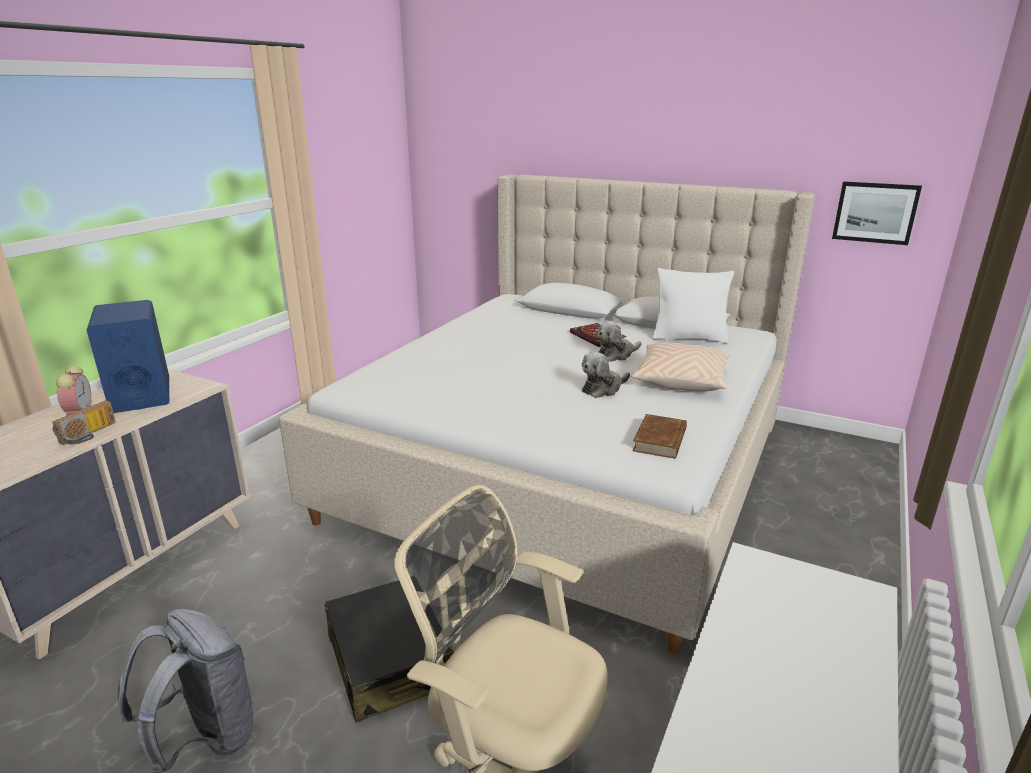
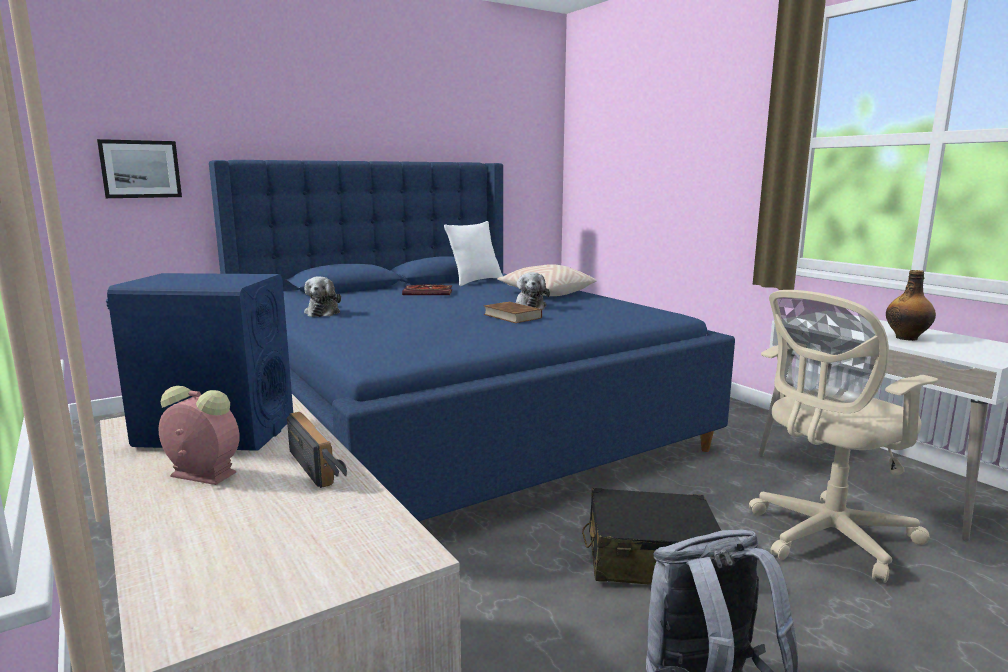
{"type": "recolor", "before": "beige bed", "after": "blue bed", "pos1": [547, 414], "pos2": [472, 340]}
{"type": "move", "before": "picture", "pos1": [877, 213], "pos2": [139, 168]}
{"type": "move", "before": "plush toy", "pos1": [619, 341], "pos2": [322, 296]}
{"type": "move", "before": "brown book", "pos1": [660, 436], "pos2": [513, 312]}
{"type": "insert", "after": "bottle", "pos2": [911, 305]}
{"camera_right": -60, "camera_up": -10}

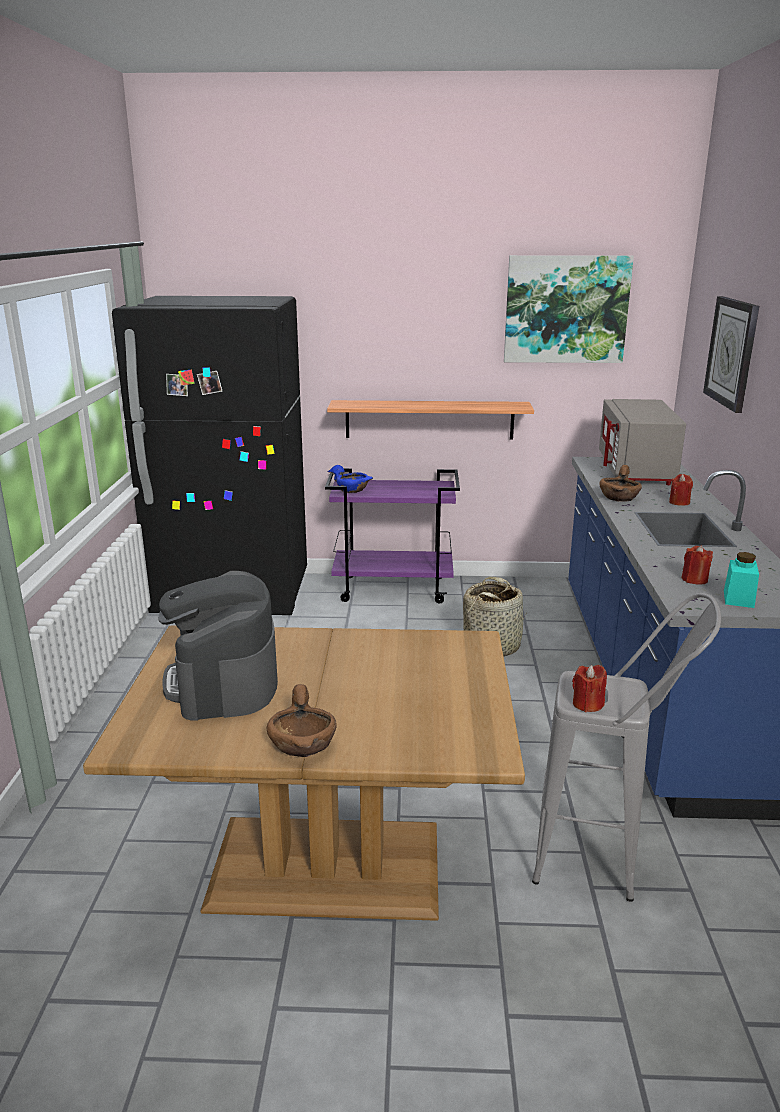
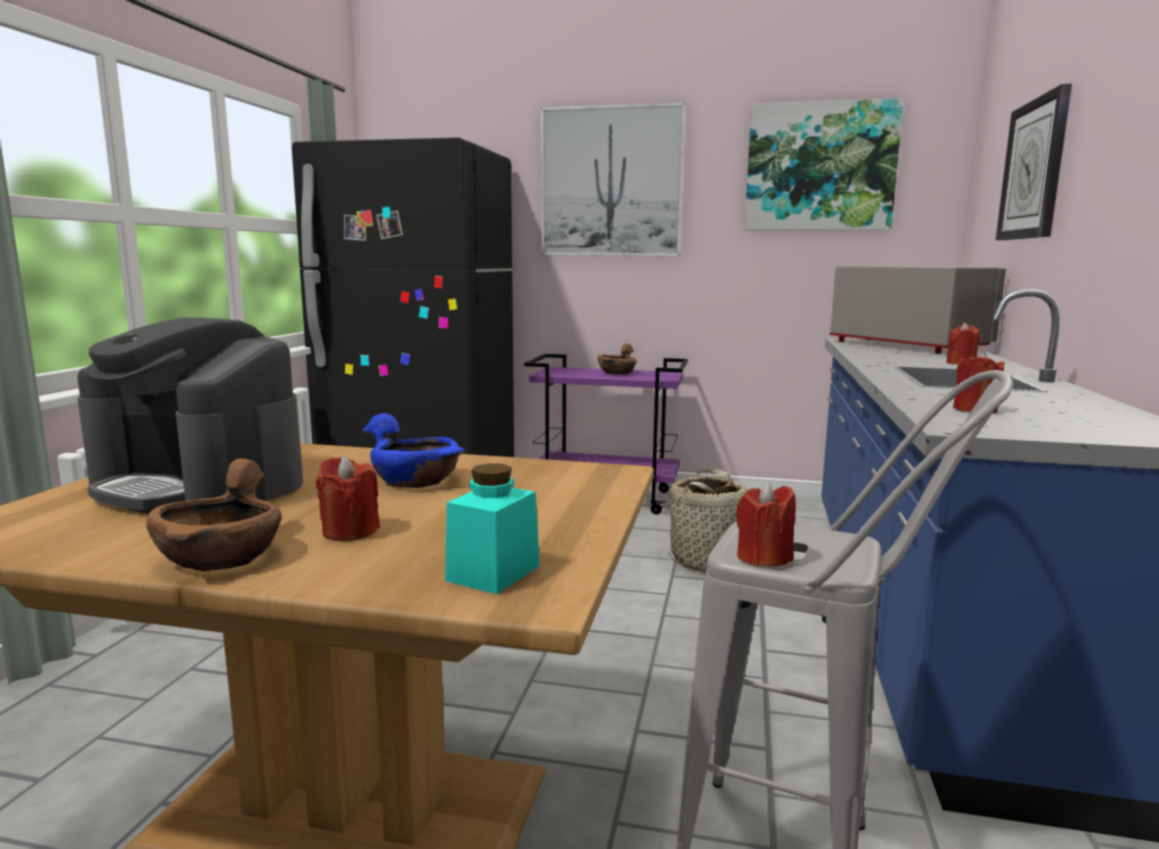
{"type": "rotate", "before": "grey microwave", "pos1": [642, 442], "pos2": [918, 310], "turn": 135}
{"type": "delete", "before": "shelf", "pos1": [430, 420]}
{"type": "move", "before": "blue bowl", "pos1": [350, 479], "pos2": [413, 450]}
{"type": "move", "before": "brown bowl", "pos1": [620, 483], "pos2": [617, 359]}
{"type": "move", "before": "turquoise jar", "pos1": [741, 580], "pos2": [492, 528]}
{"type": "rotate", "before": "coffee machine", "pos1": [218, 646], "pos2": [190, 415], "turn": -60}
{"type": "insert", "after": "picture", "pos2": [613, 179]}
{"type": "insert", "after": "red candle", "pos2": [348, 498]}
{"camera_right": 10, "camera_up": -10}

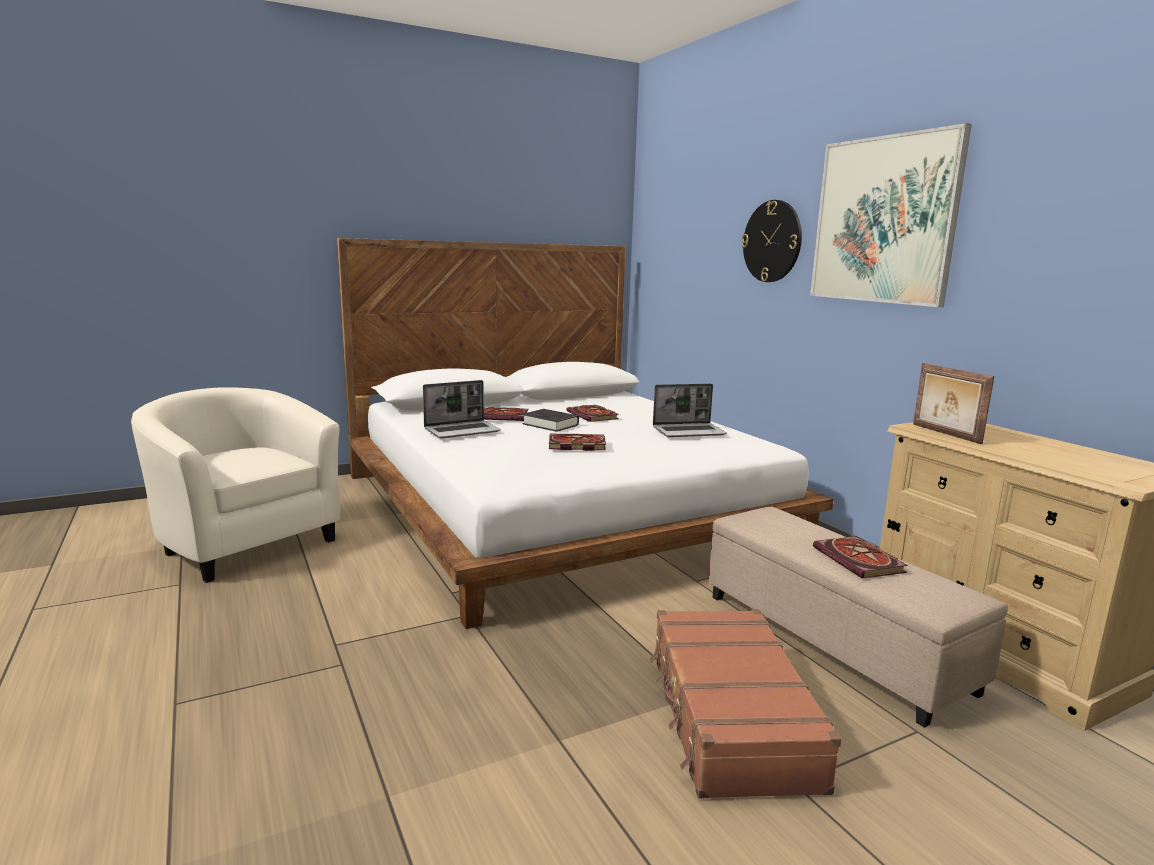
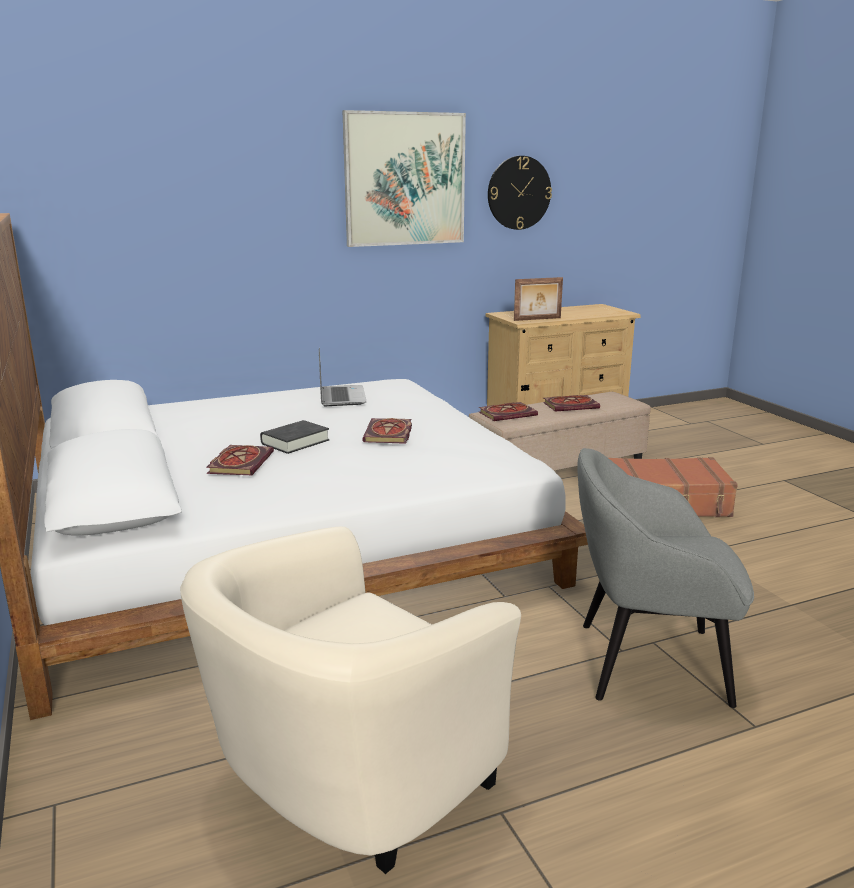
{"type": "move", "before": "wall clock", "pos1": [771, 241], "pos2": [520, 193]}
{"type": "delete", "before": "laptop", "pos1": [462, 409]}
{"type": "move", "before": "book", "pos1": [593, 413], "pos2": [508, 411]}
{"type": "insert", "after": "grey armchair", "pos2": [665, 578]}
{"camera_right": -85, "camera_up": 5}

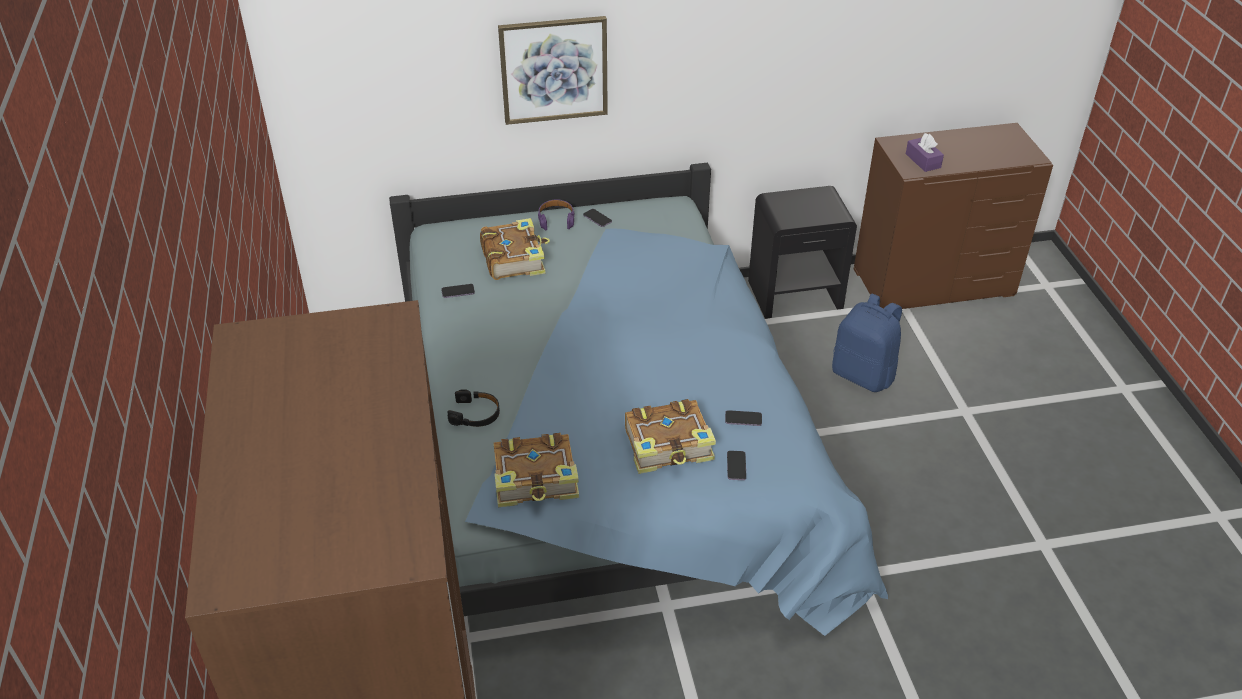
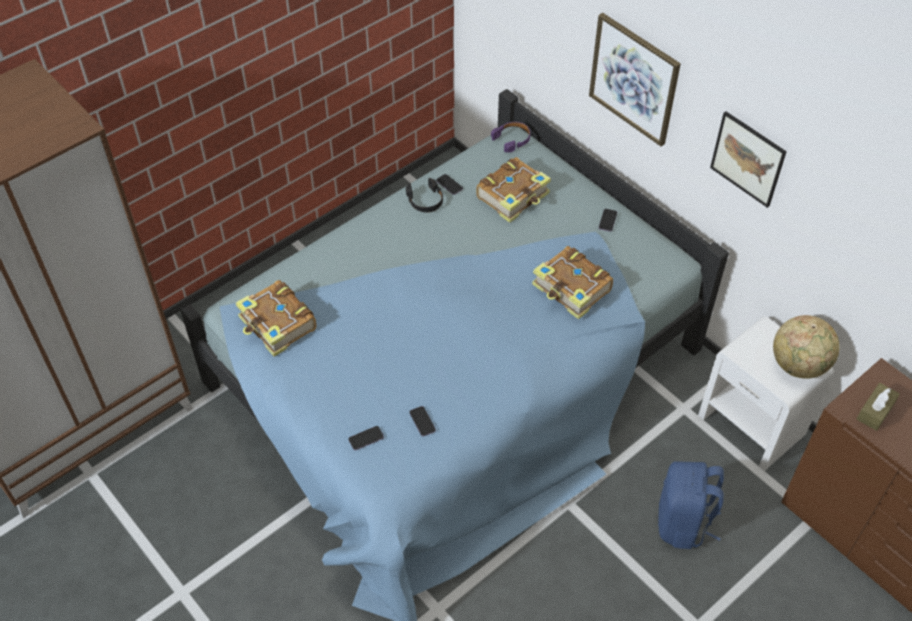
{"type": "recolor", "before": "purple tissue box", "after": "brown tissue box", "pos1": [925, 152], "pos2": [878, 407]}
{"type": "recolor", "before": "black nightstand", "after": "white nightstand", "pos1": [802, 252], "pos2": [766, 394]}
{"type": "move", "before": "purple headphones", "pos1": [556, 214], "pos2": [510, 137]}
{"type": "move", "before": "black headphones", "pos1": [474, 408], "pos2": [424, 195]}
{"type": "move", "before": "book", "pos1": [670, 436], "pos2": [572, 283]}
{"type": "insert", "after": "picture", "pos2": [748, 159]}
{"type": "insert", "after": "globe", "pos2": [806, 347]}
{"camera_right": 60, "camera_up": 10}

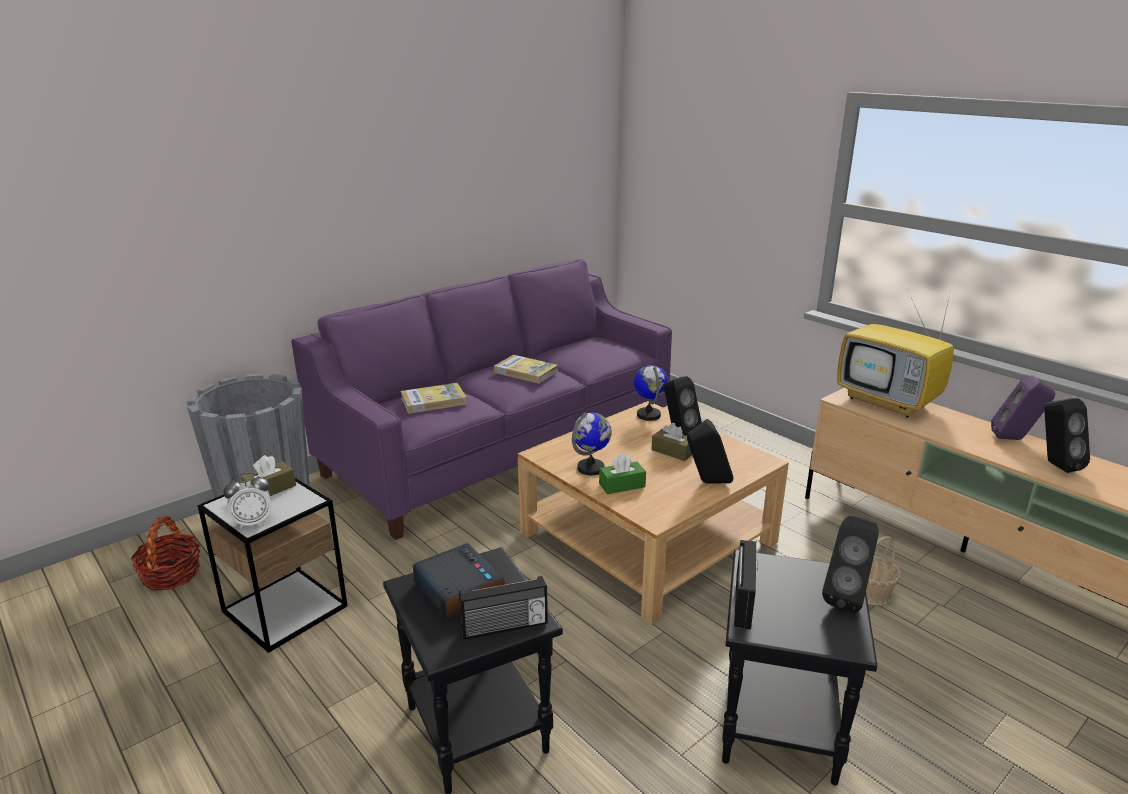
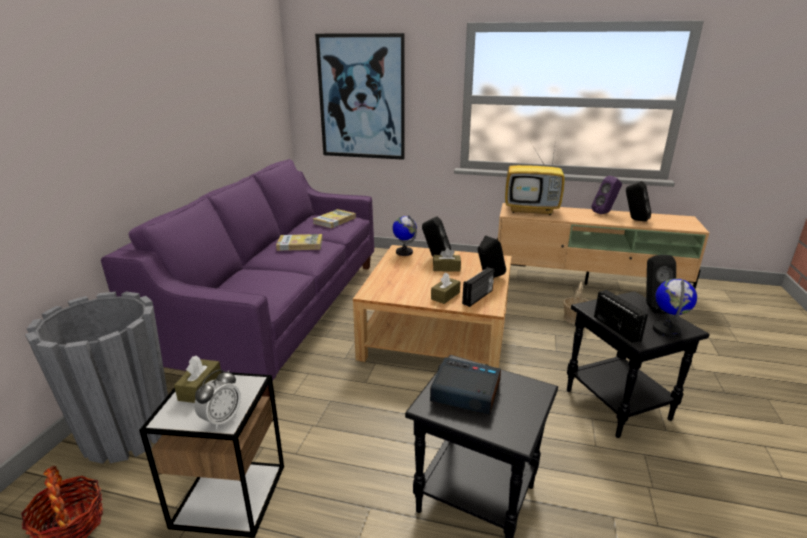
{"type": "move", "before": "book", "pos1": [434, 398], "pos2": [334, 218]}
{"type": "move", "before": "globe", "pos1": [592, 443], "pos2": [675, 307]}
{"type": "recolor", "before": "green tissue box", "after": "brown tissue box", "pos1": [622, 473], "pos2": [446, 288]}
{"type": "move", "before": "radio", "pos1": [503, 608], "pos2": [478, 287]}
{"type": "insert", "after": "picture", "pos2": [360, 96]}
{"camera_right": -35, "camera_up": 0}

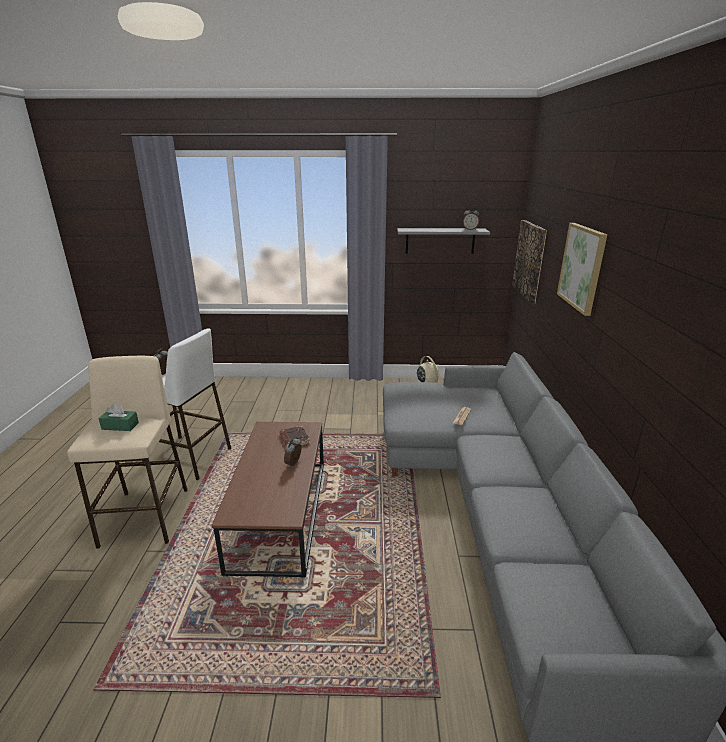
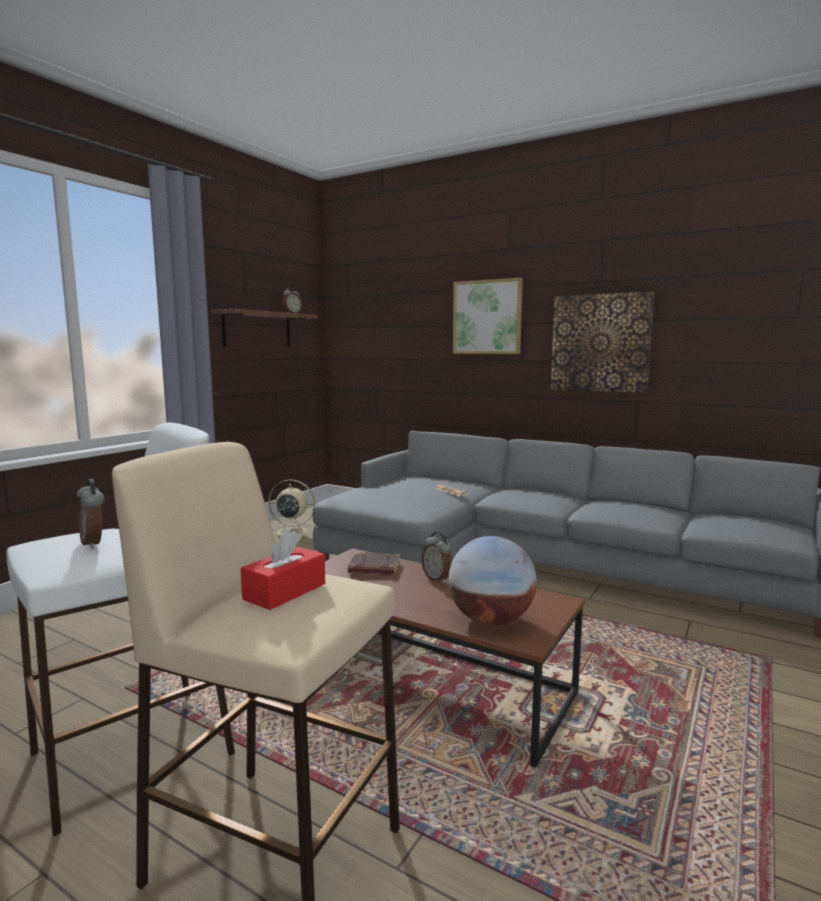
{"type": "move", "before": "picture", "pos1": [529, 261], "pos2": [603, 342]}
{"type": "recolor", "before": "grey shelf", "after": "brown shelf", "pos1": [443, 241], "pos2": [264, 328]}
{"type": "recolor", "before": "green tissue box", "after": "red tissue box", "pos1": [118, 417], "pos2": [283, 570]}
{"type": "insert", "after": "globe", "pos2": [492, 580]}
{"camera_right": -60, "camera_up": -15}

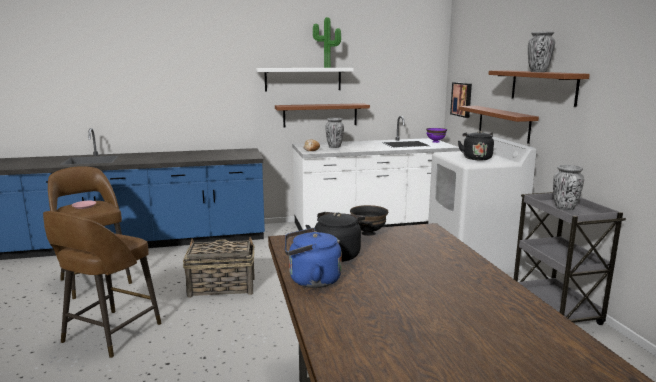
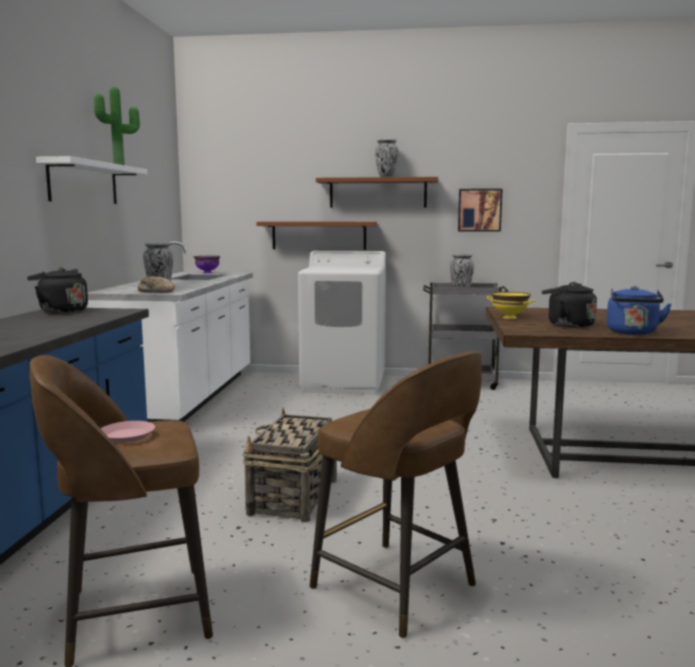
{"type": "move", "before": "picture", "pos1": [461, 100], "pos2": [480, 210]}
{"type": "delete", "before": "brown shelf", "pos1": [322, 115]}
{"type": "move", "before": "black kettle", "pos1": [476, 145], "pos2": [57, 290]}
{"type": "recolor", "before": "black bowl", "after": "yellow bowl", "pos1": [369, 220], "pos2": [511, 305]}
{"camera_right": -70, "camera_up": -5}

